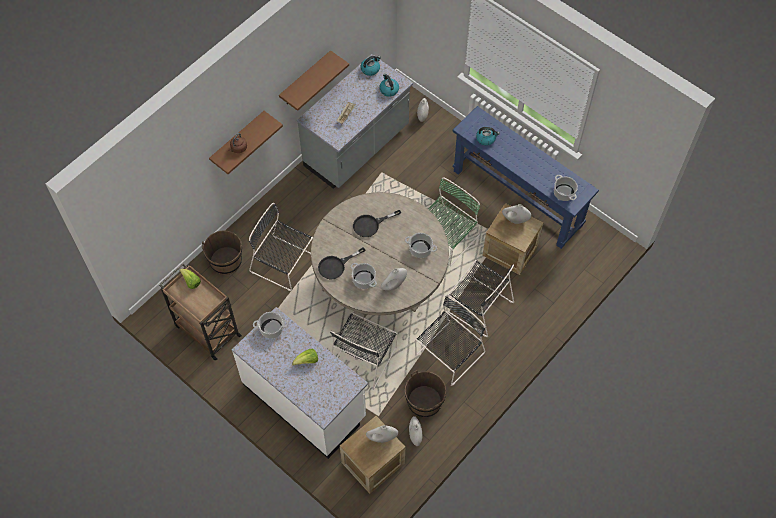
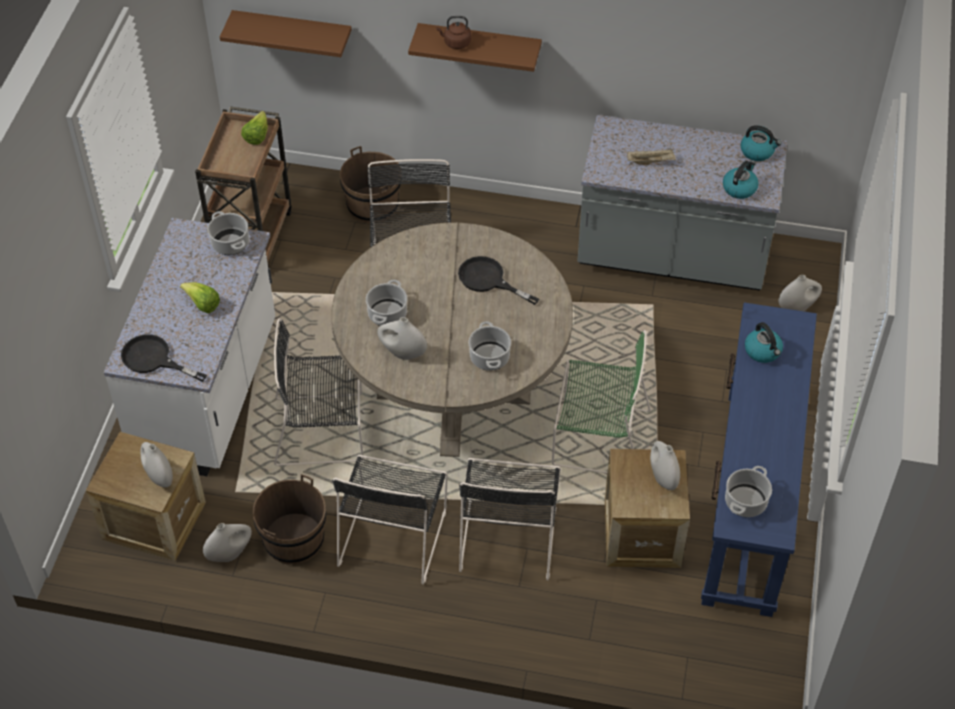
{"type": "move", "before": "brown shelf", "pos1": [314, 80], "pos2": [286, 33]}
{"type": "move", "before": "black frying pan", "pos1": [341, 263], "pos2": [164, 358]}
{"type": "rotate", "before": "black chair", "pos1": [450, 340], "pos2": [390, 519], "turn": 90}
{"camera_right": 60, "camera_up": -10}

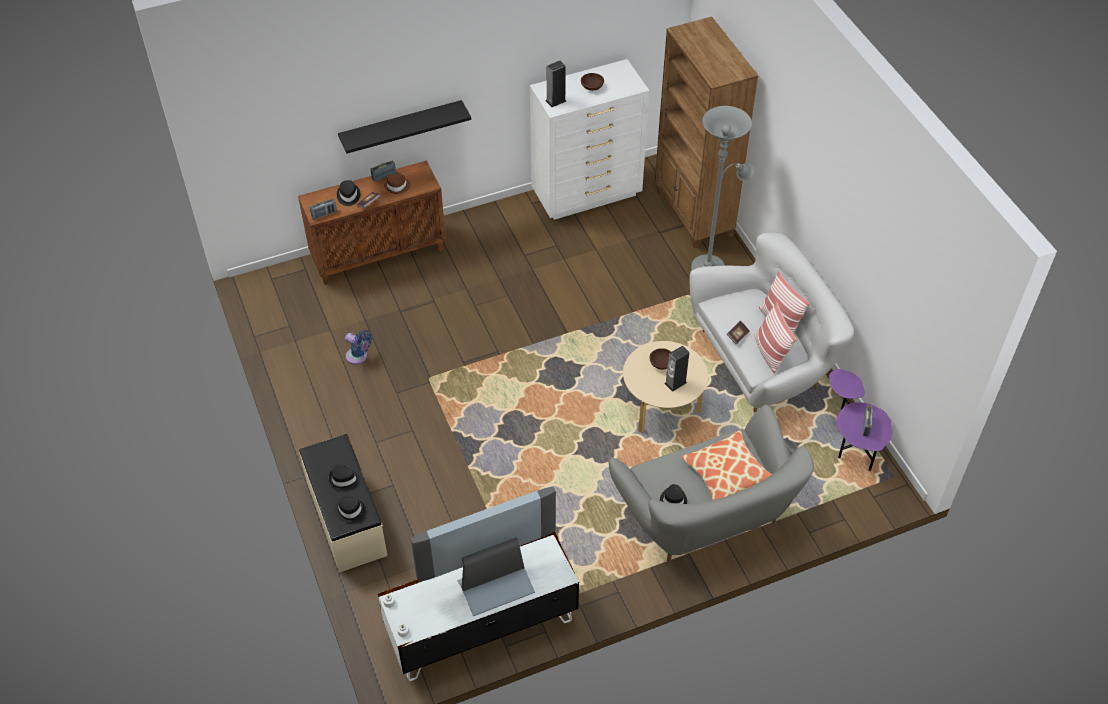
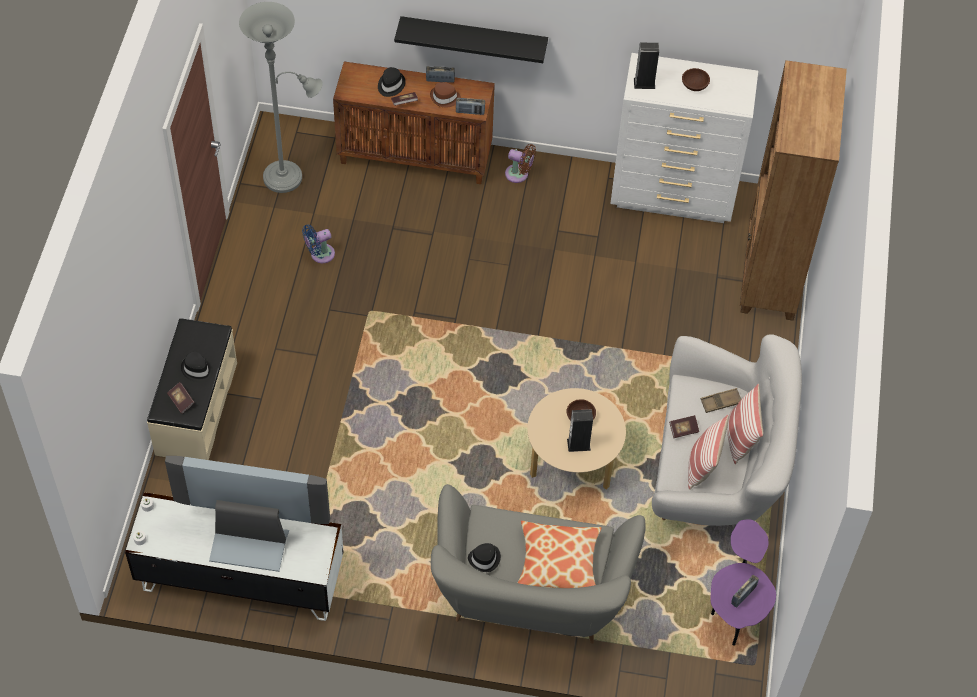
{"type": "move", "before": "grey floor lamp", "pos1": [722, 188], "pos2": [281, 97]}
{"type": "move", "before": "radio", "pos1": [323, 209], "pos2": [470, 106]}
{"type": "rotate", "before": "blue fan", "pos1": [358, 347], "pos2": [318, 244], "turn": 90}
{"type": "replace", "before": "black hat", "after": "book", "pos1": [349, 509], "pos2": [181, 398]}
{"type": "insert", "after": "brown fan", "pos2": [520, 163]}
{"type": "insert", "after": "brown tray", "pos2": [721, 400]}
{"camera_right": 30, "camera_up": 5}

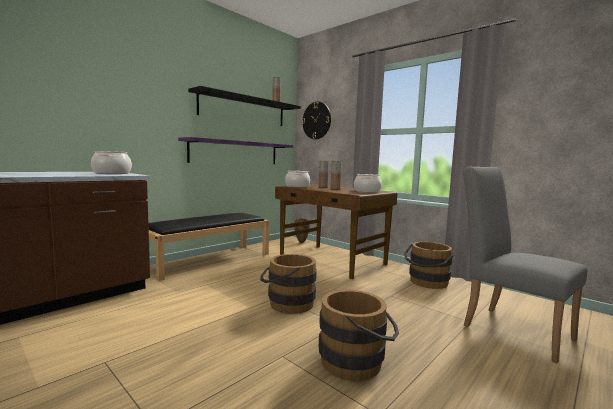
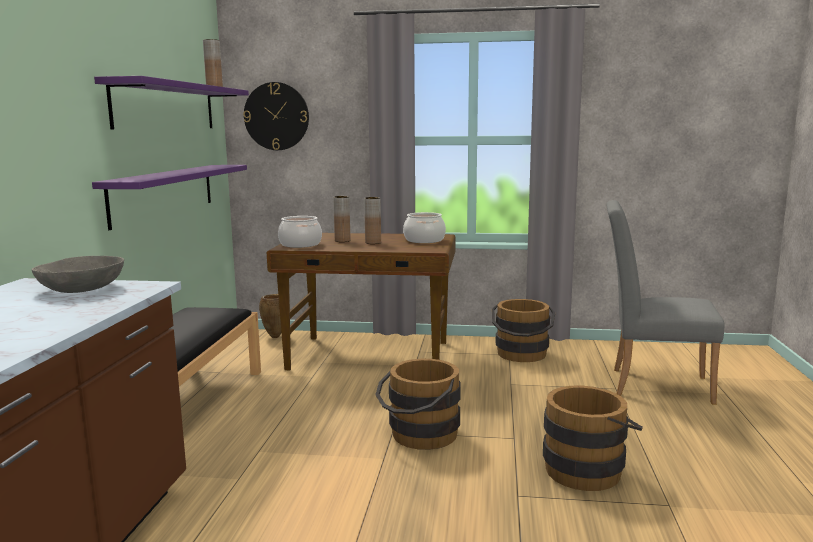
{"type": "recolor", "before": "black shelf", "after": "purple shelf", "pos1": [244, 106], "pos2": [171, 102]}
{"type": "replace", "before": "cooking pot", "after": "grey bowl", "pos1": [111, 162], "pos2": [77, 274]}
{"camera_right": -35, "camera_up": 5}

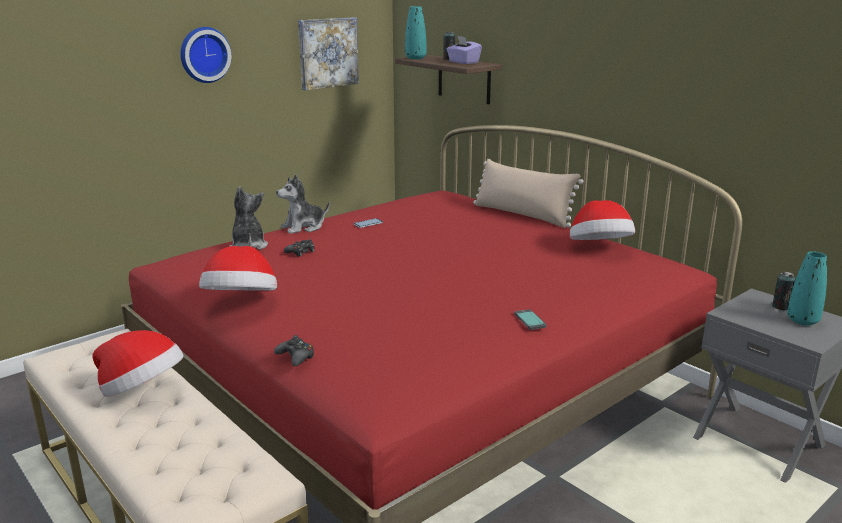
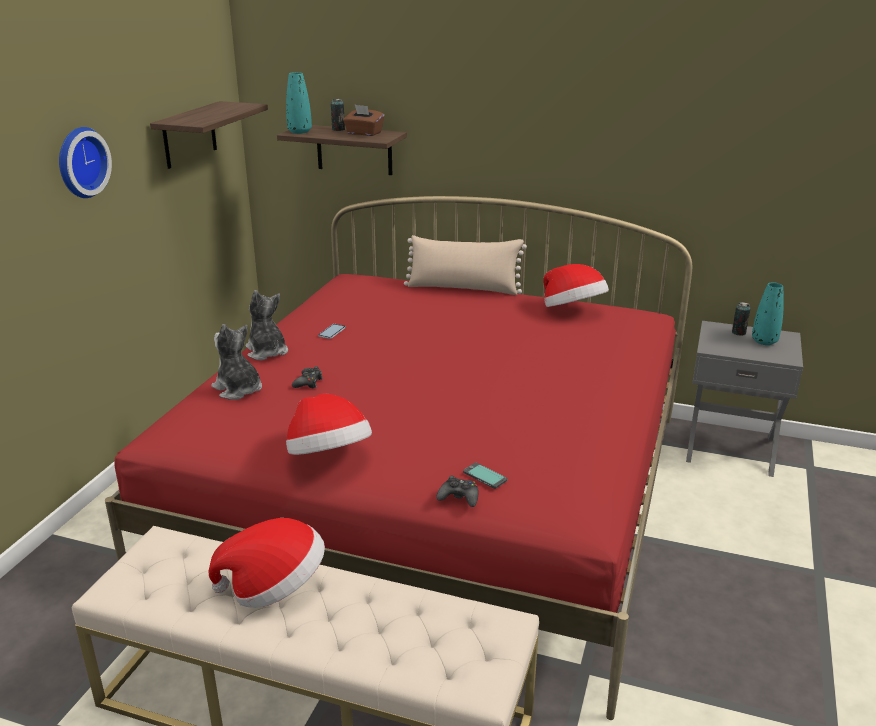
{"type": "replace", "before": "picture", "after": "shelf", "pos1": [328, 54], "pos2": [209, 135]}
{"type": "recolor", "before": "purple tissue box", "after": "brown tissue box", "pos1": [464, 50], "pos2": [363, 120]}
{"type": "rotate", "before": "plush toy", "pos1": [303, 204], "pos2": [267, 325], "turn": 120}
{"type": "move", "before": "phone", "pos1": [530, 319], "pos2": [485, 476]}
{"camera_right": -30, "camera_up": 5}

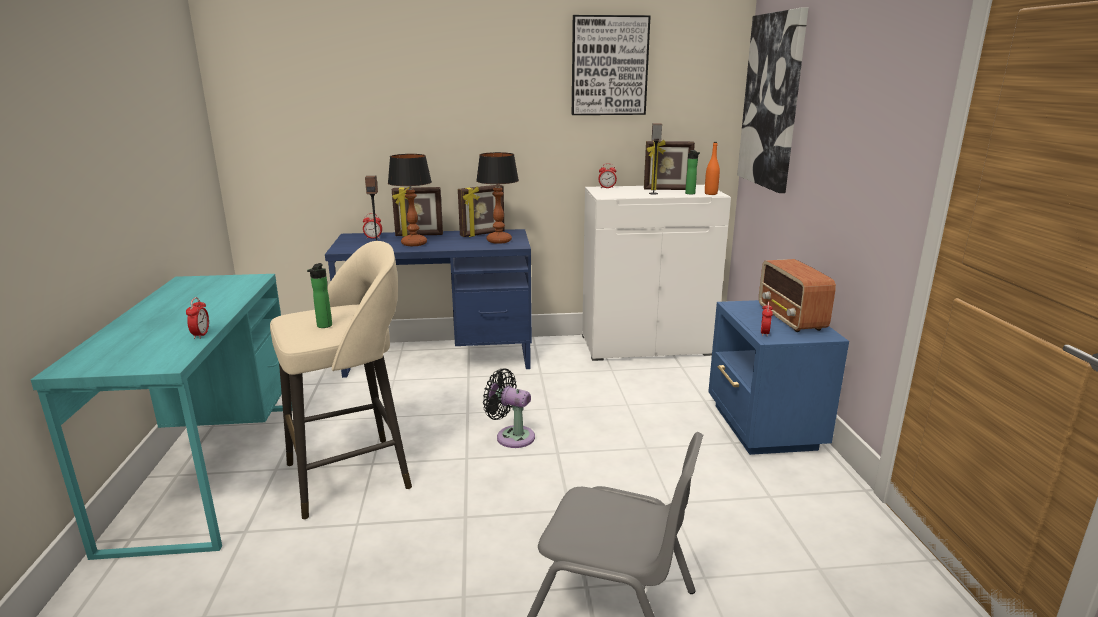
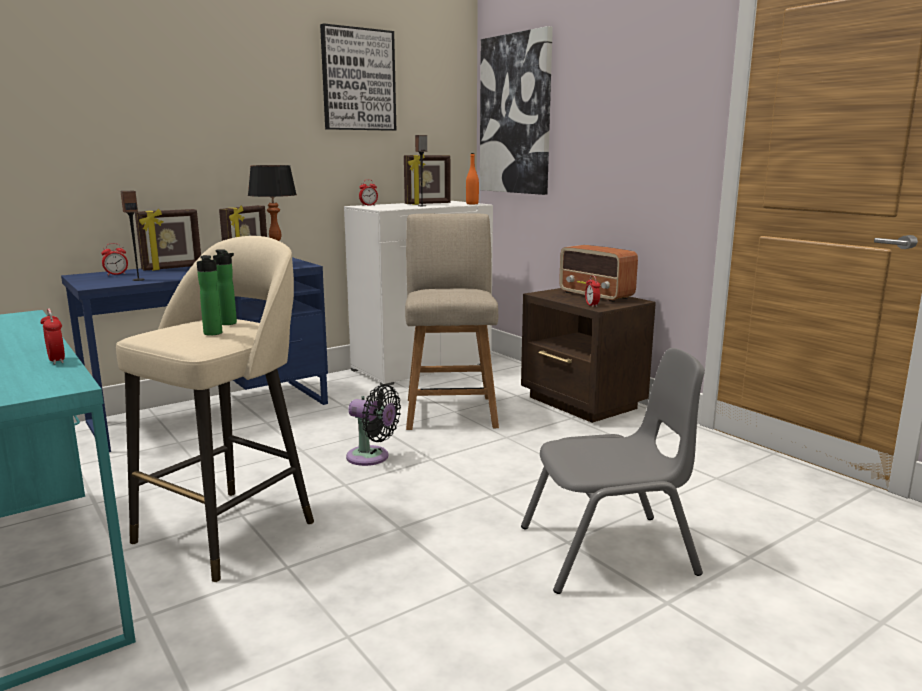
{"type": "move", "before": "bottle", "pos1": [692, 172], "pos2": [225, 287]}
{"type": "delete", "before": "table lamp", "pos1": [410, 200]}
{"type": "recolor", "before": "blue nightstand", "after": "brown nightstand", "pos1": [778, 377], "pos2": [588, 355]}
{"type": "rotate", "before": "black fan", "pos1": [509, 408], "pos2": [373, 425], "turn": -150}
{"type": "insert", "after": "beige chair", "pos2": [452, 321]}
{"camera_right": -30, "camera_up": -5}

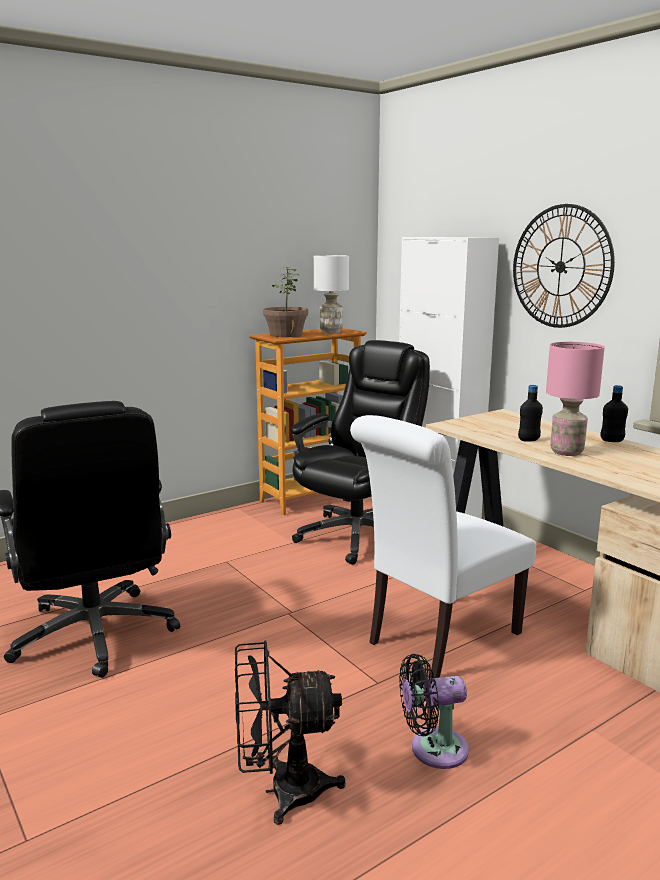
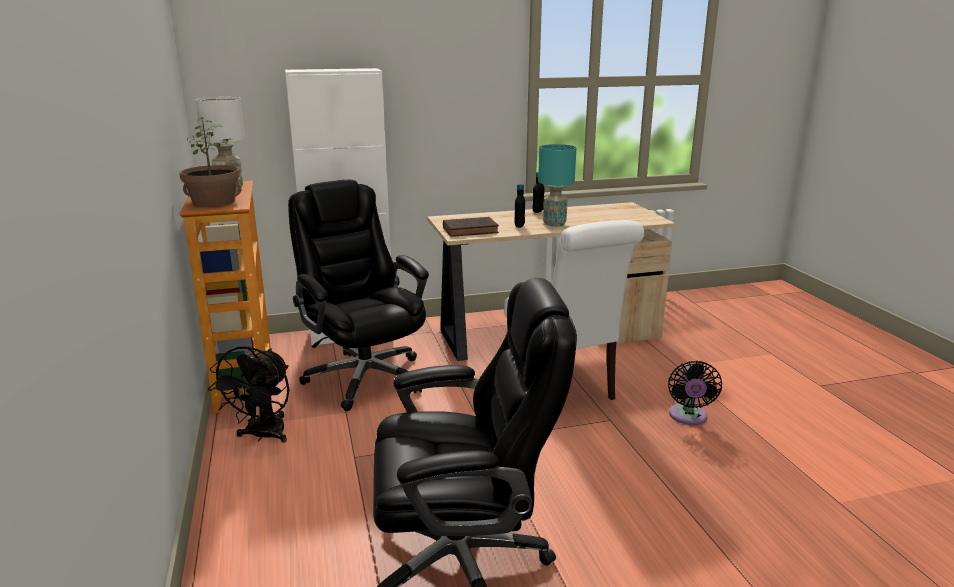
{"type": "delete", "before": "wall clock", "pos1": [564, 266]}
{"type": "recolor", "before": "pink table lamp", "after": "turquoise table lamp", "pos1": [575, 399], "pos2": [557, 185]}
{"type": "move", "before": "black fan", "pos1": [290, 733], "pos2": [249, 394]}
{"type": "insert", "after": "brown book", "pos2": [471, 227]}
{"camera_right": -70, "camera_up": 5}

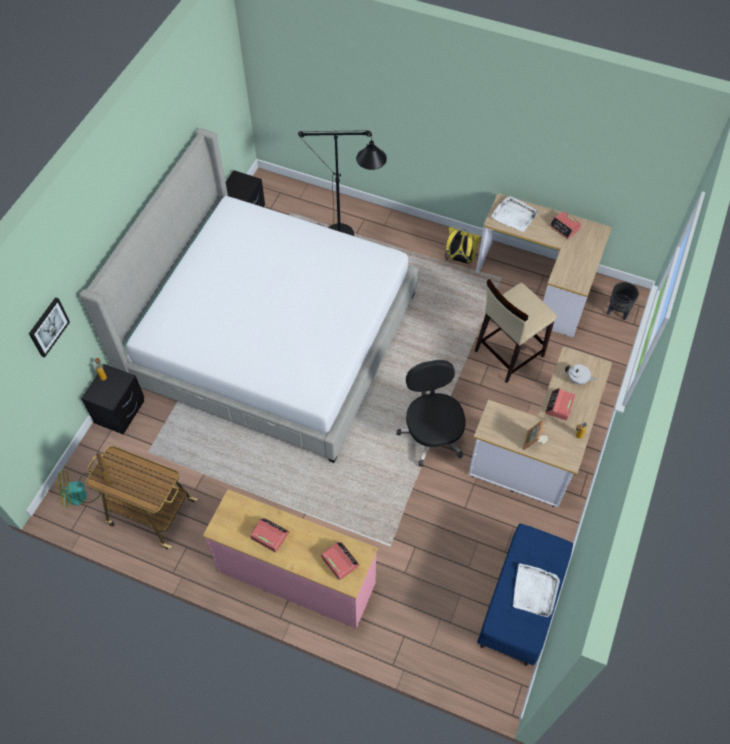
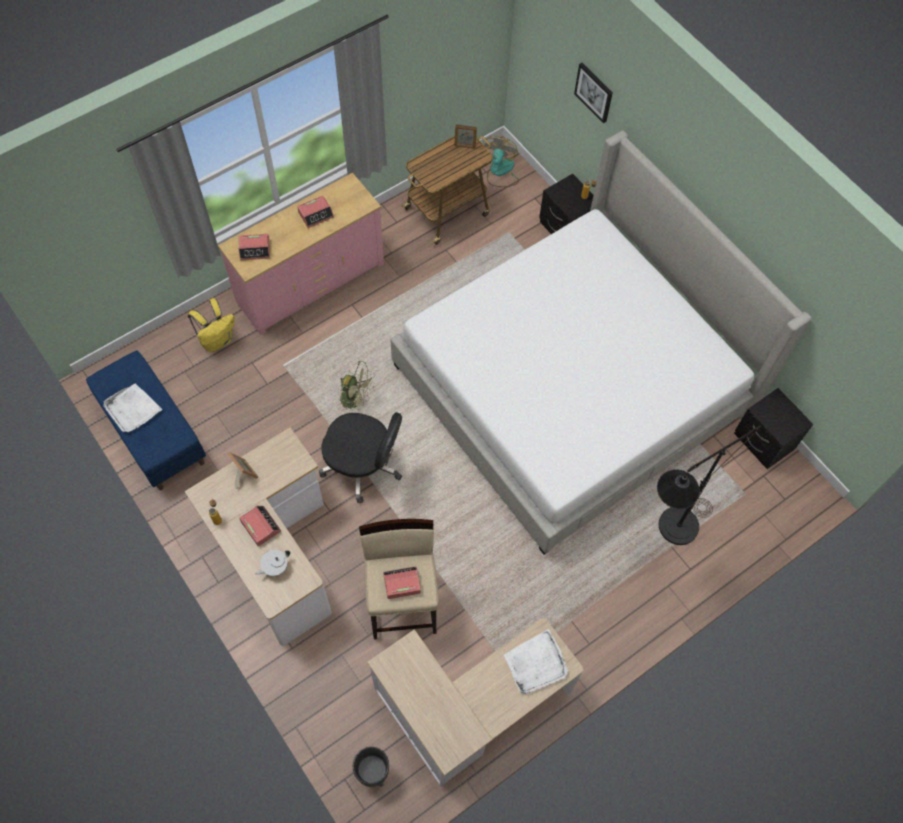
{"type": "move", "before": "alarm clock", "pos1": [565, 225], "pos2": [402, 582]}
{"type": "move", "before": "yellow backpack", "pos1": [463, 245], "pos2": [211, 325]}
{"type": "insert", "after": "green fan", "pos2": [357, 387]}
{"camera_right": 120, "camera_up": 5}

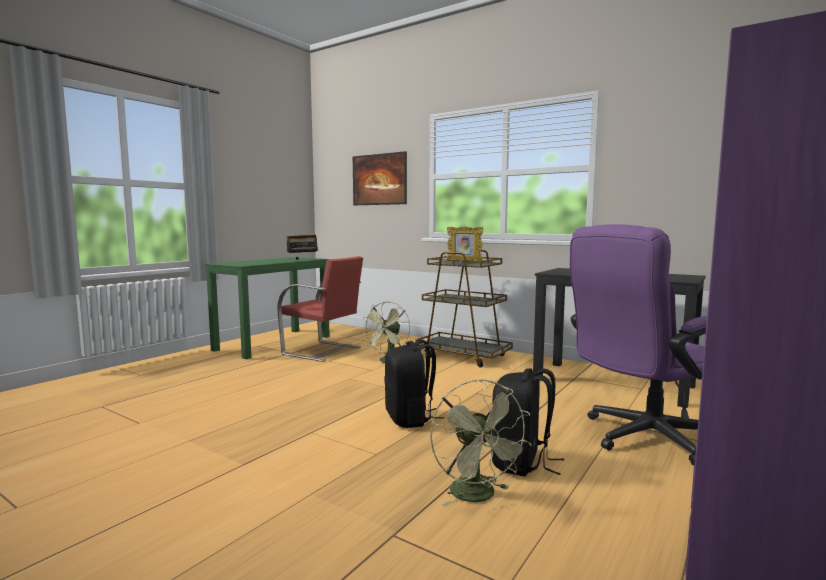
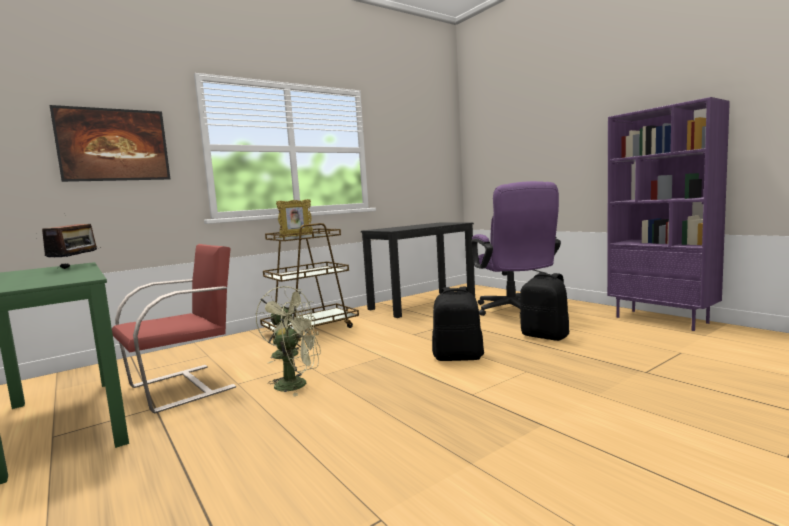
{"type": "move", "before": "green fan", "pos1": [481, 443], "pos2": [294, 348]}
{"camera_right": -70, "camera_up": 0}

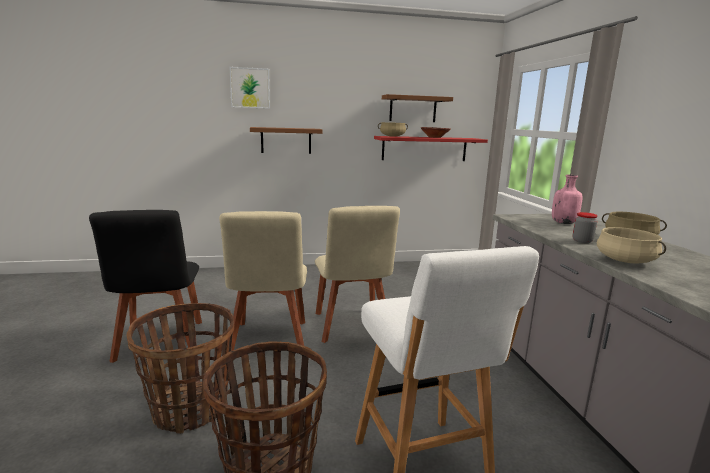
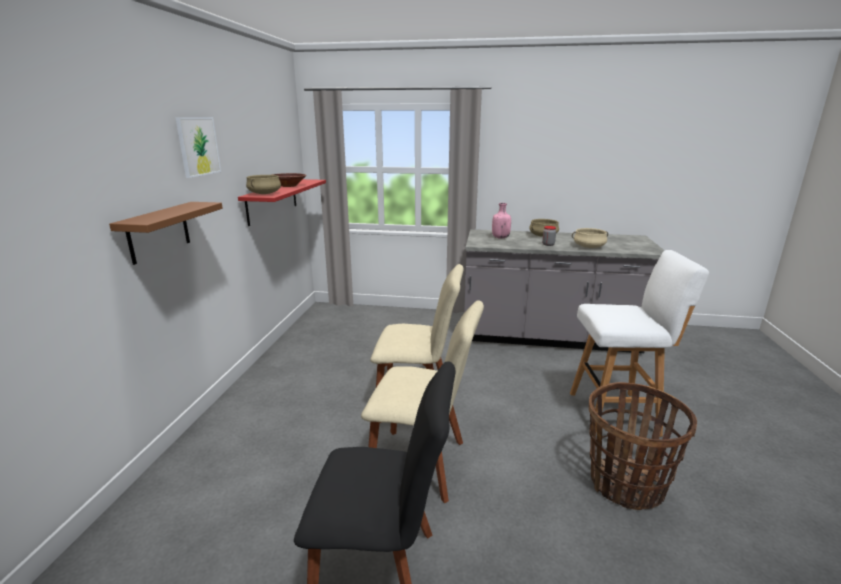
{"type": "move", "before": "picture", "pos1": [249, 88], "pos2": [198, 147]}
{"type": "delete", "before": "brown shelf", "pos1": [417, 108]}
{"type": "delete", "before": "basket", "pos1": [180, 368]}
{"camera_right": -70, "camera_up": 5}

